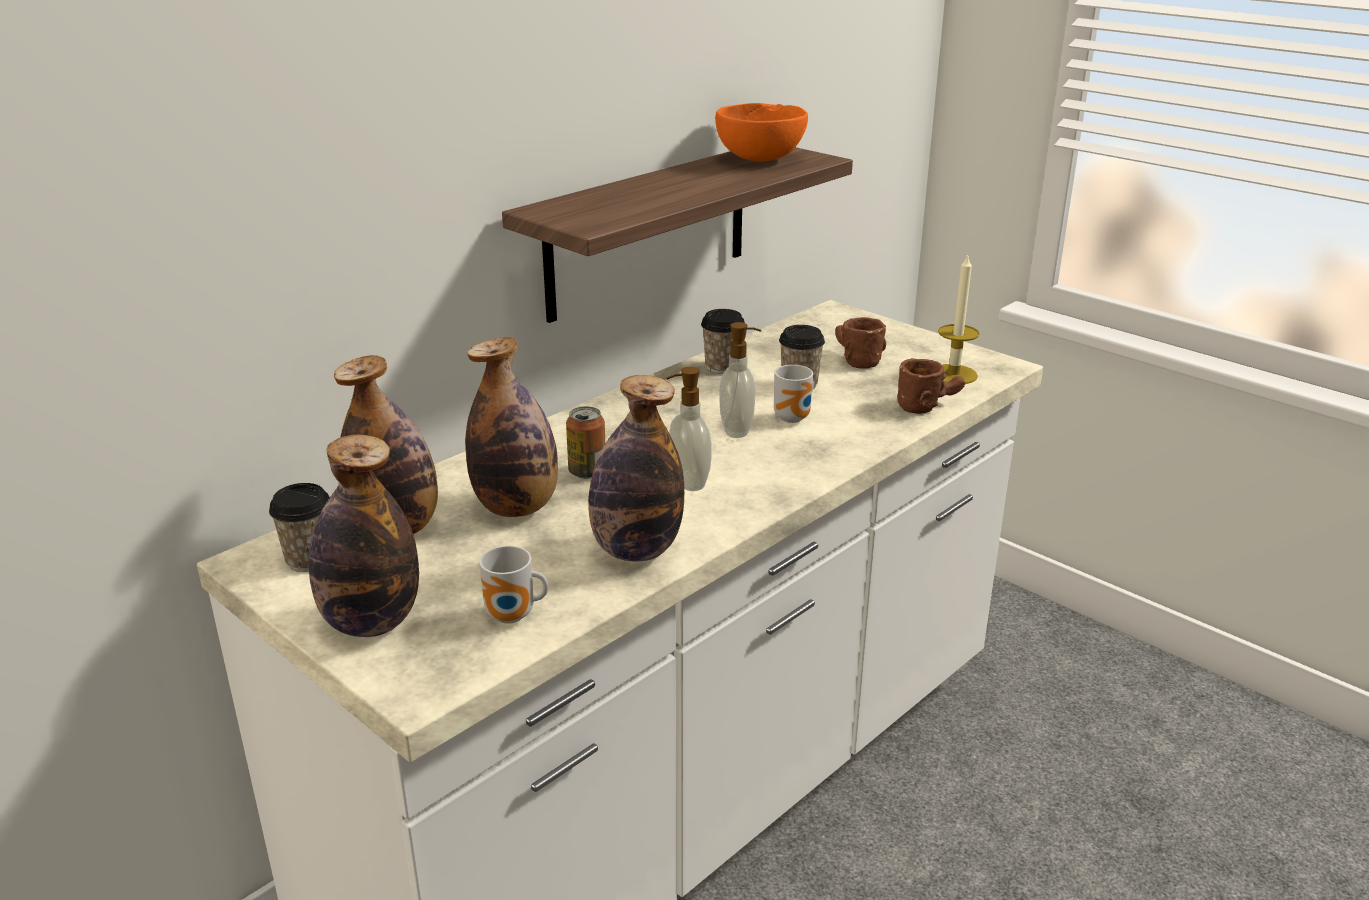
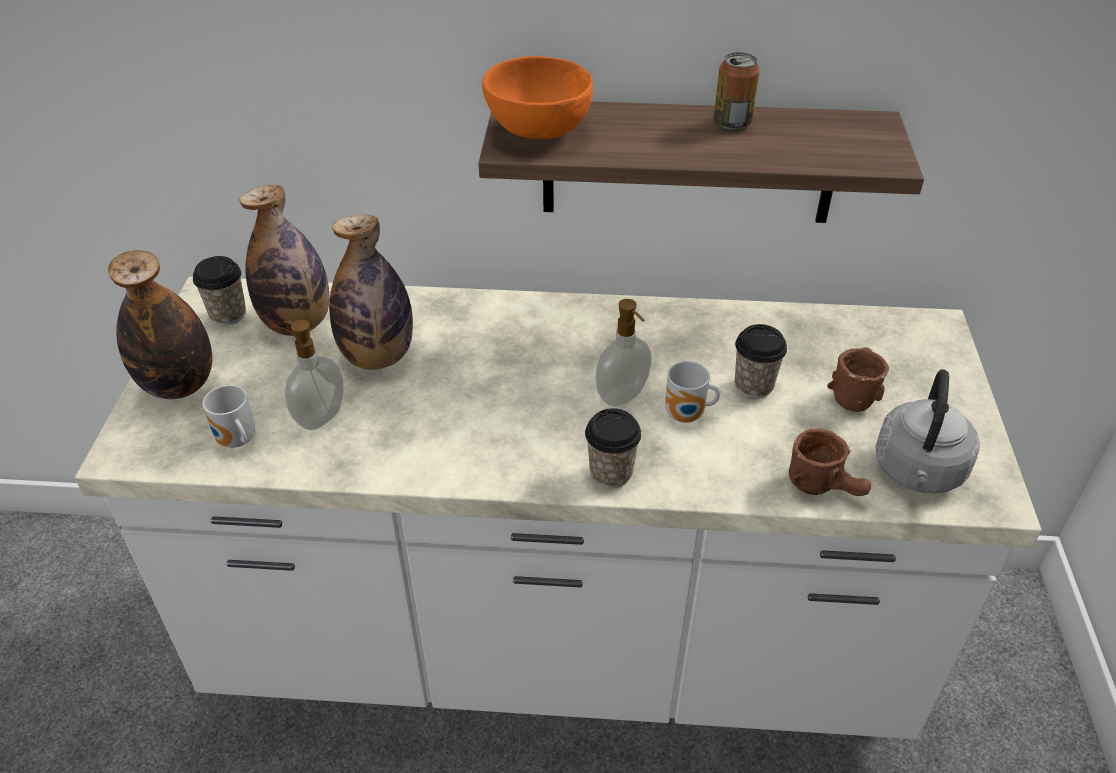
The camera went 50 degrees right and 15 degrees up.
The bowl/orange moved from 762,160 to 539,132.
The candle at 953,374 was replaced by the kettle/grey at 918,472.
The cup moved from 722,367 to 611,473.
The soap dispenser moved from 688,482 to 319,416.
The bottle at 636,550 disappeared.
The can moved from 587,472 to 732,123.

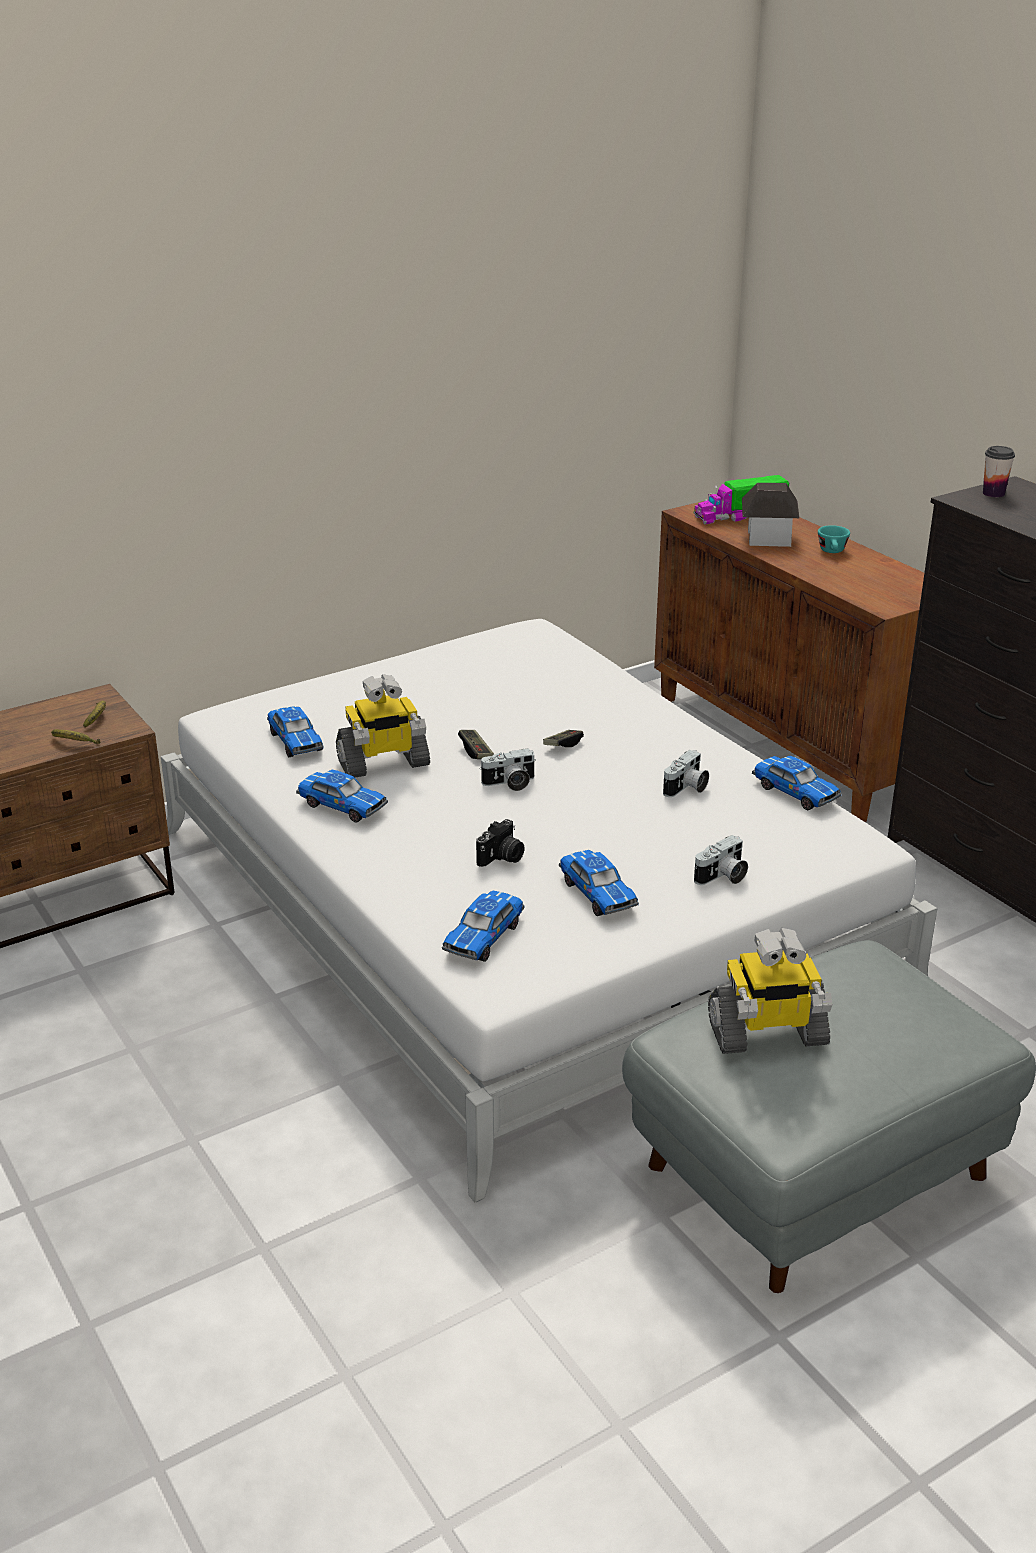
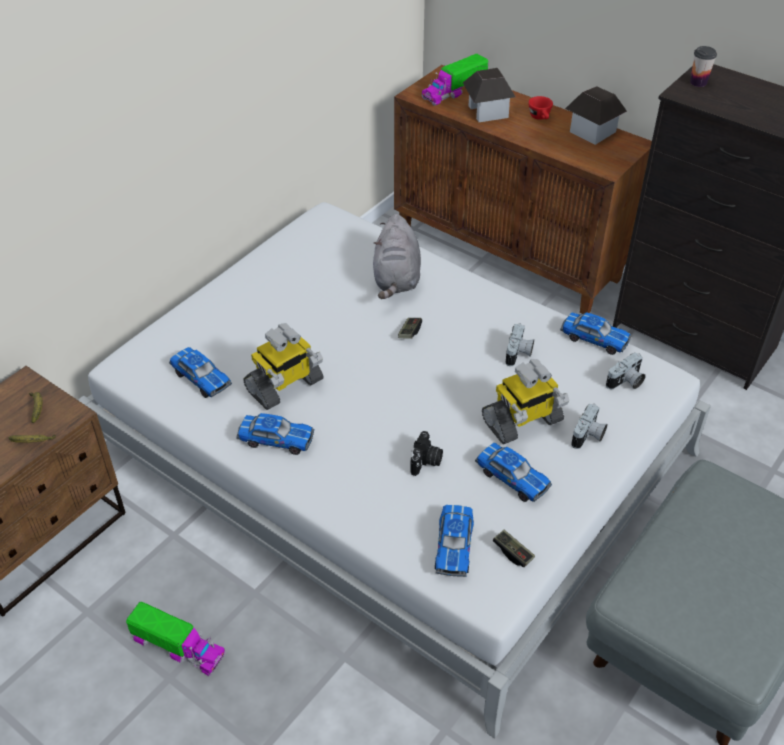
The camera went 20 degrees left and 15 degrees up.
The cup/turquoise at 832,552 became the cup/red at 540,118.
The game controller moved from 475,751 to 513,552.
The photo camera moved from 510,784 to 626,382.
The toy robot moved from 767,1034 to 522,422.
The toy house at 592,131 appeared.
The plush toy/grey at 396,279 appeared.
The toy truck at 178,646 appeared.

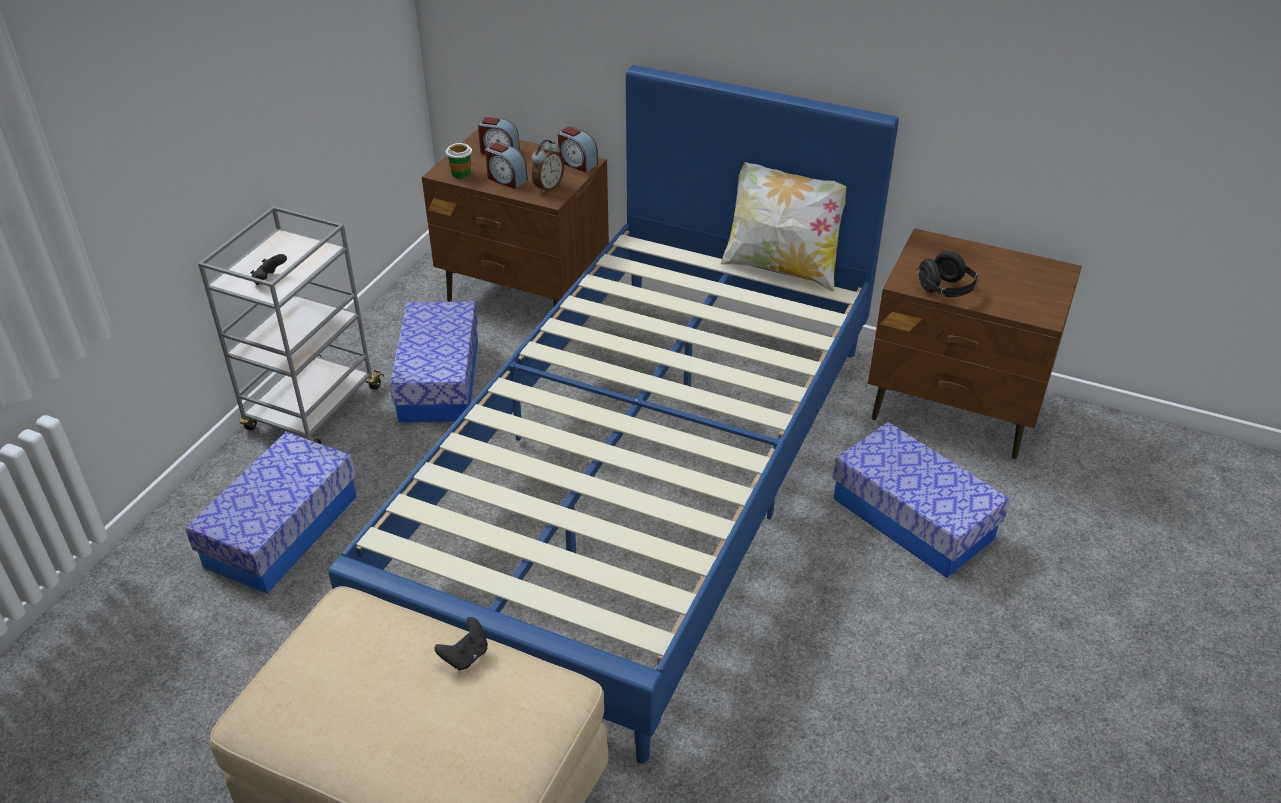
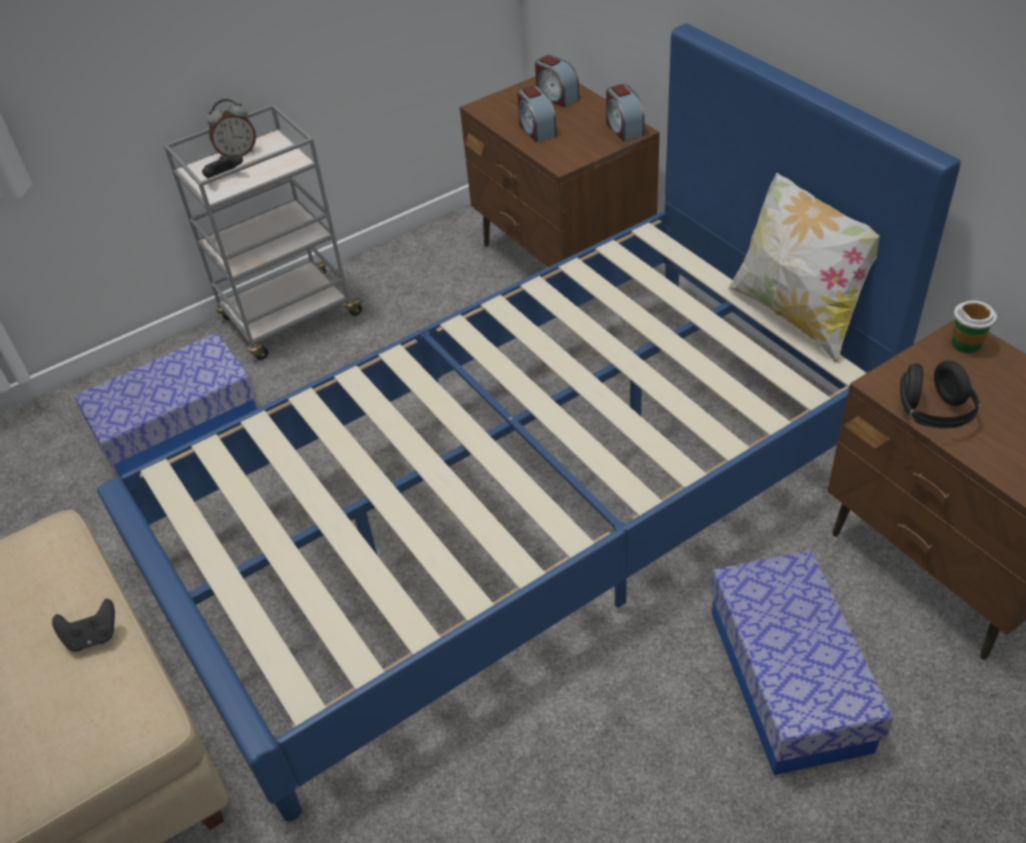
The camera went 35 degrees right and 5 degrees up.
The alarm clock moved from 548,187 to 237,154.
The cup moved from 461,173 to 966,344.
The storage box at 440,380 disappeared.

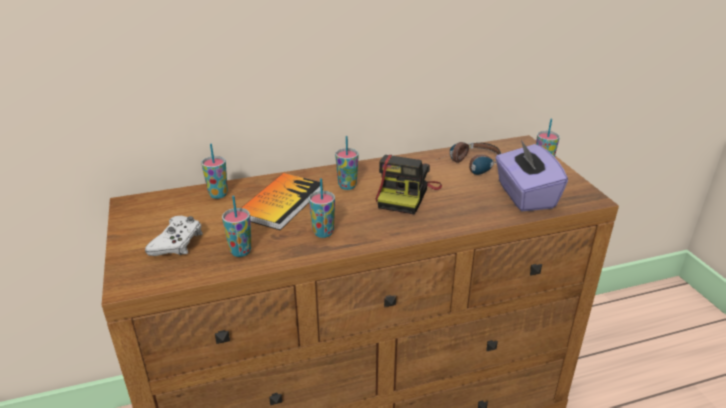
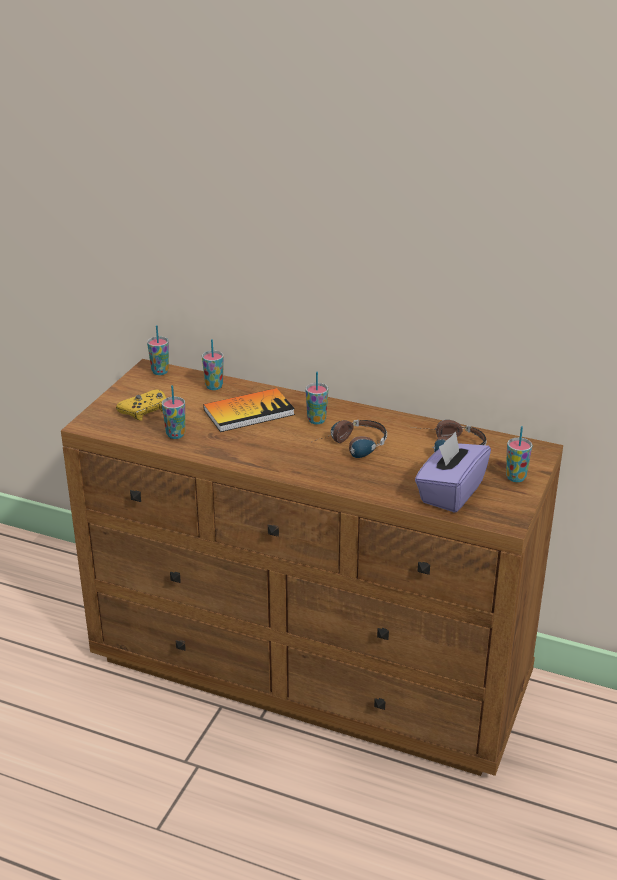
The camera went 40 degrees right and 0 degrees up.
The photo camera at 406,195 was replaced by the headphones at 351,448.
The cup moved from 323,233 to 160,372.
The game controller/white at 177,242 became the game controller/yellow at 145,410.

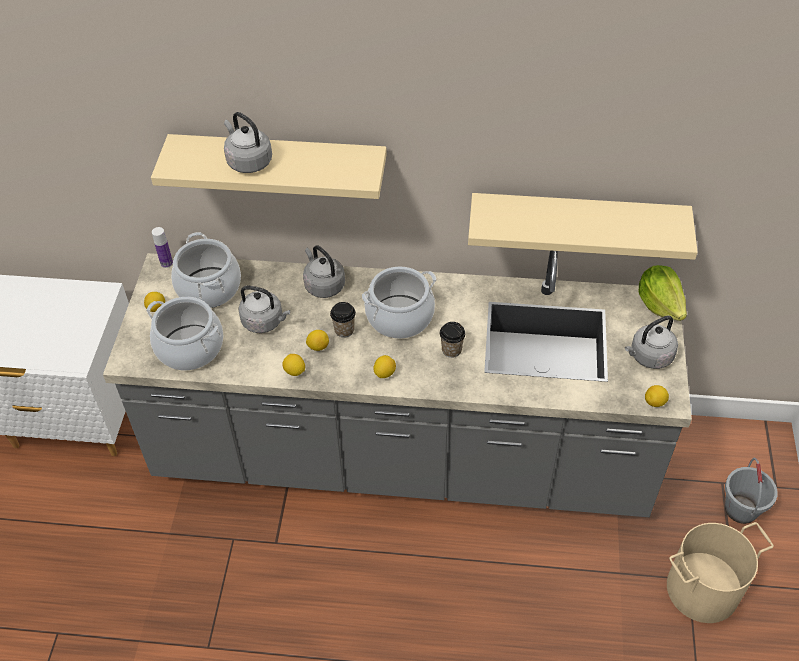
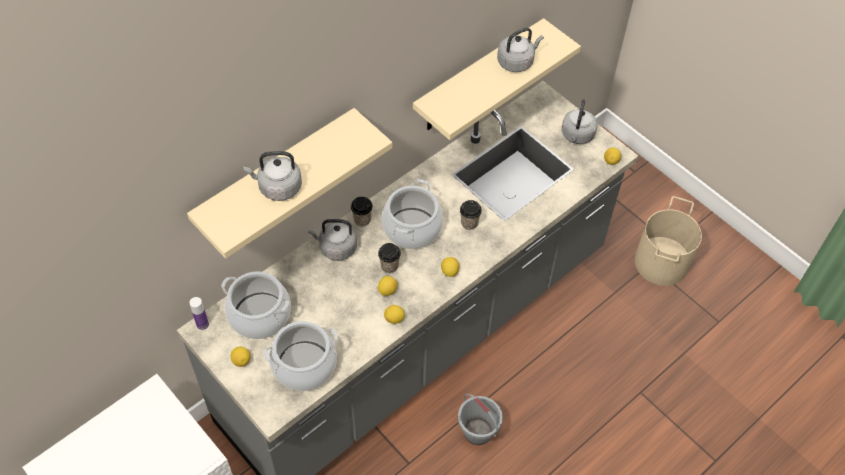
The camera went 50 degrees left and 5 degrees up.
The lettuce at 660,304 disappeared.
The kettle/grey moved from 265,322 to 517,62.
The bucket/grey moved from 740,509 to 477,431.
The cup at 362,219 appeared.

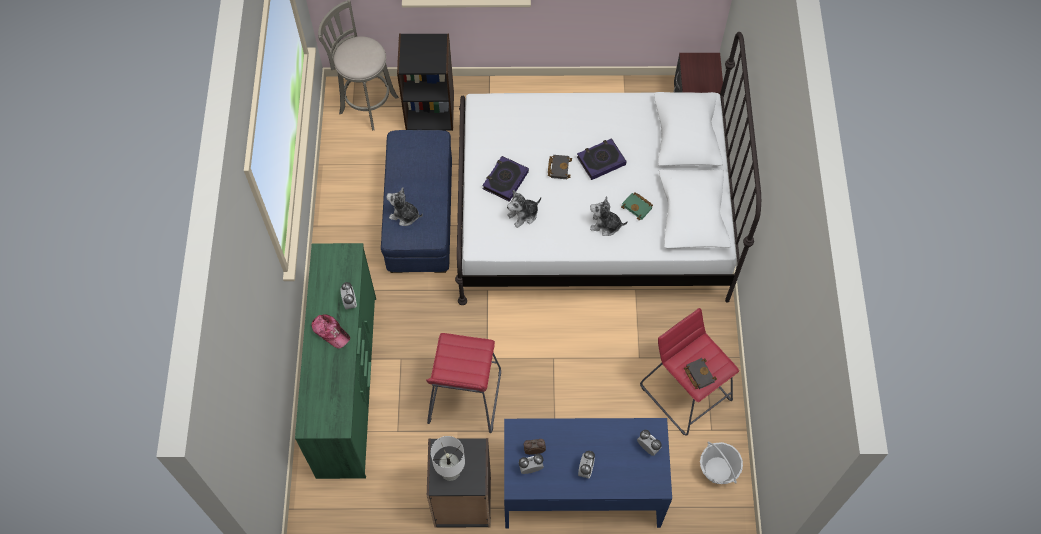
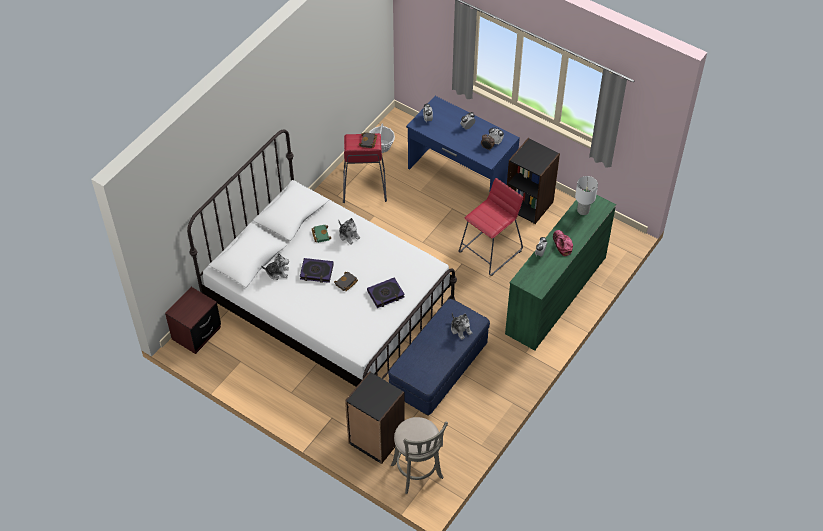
The camera went 145 degrees left and 10 degrees down.
The plush toy moved from 523,215 to 277,272.
The table lamp/white moved from 450,472 to 583,210.

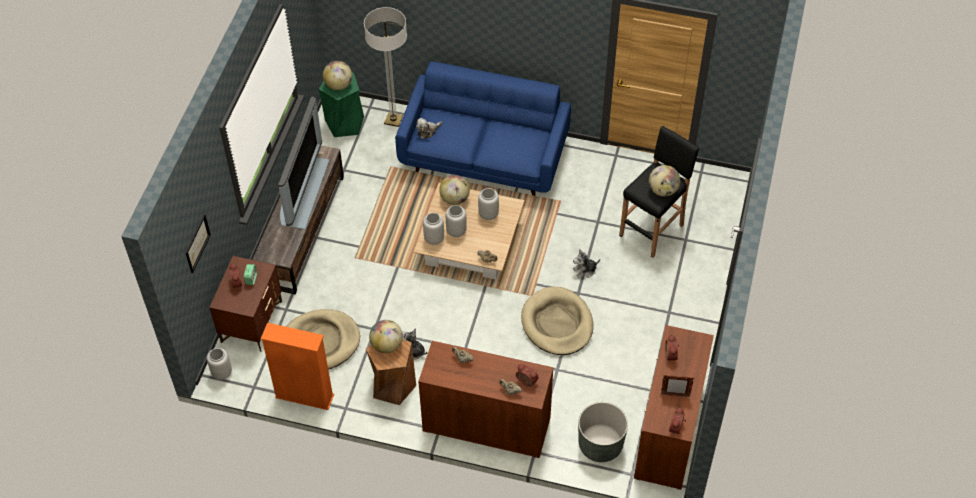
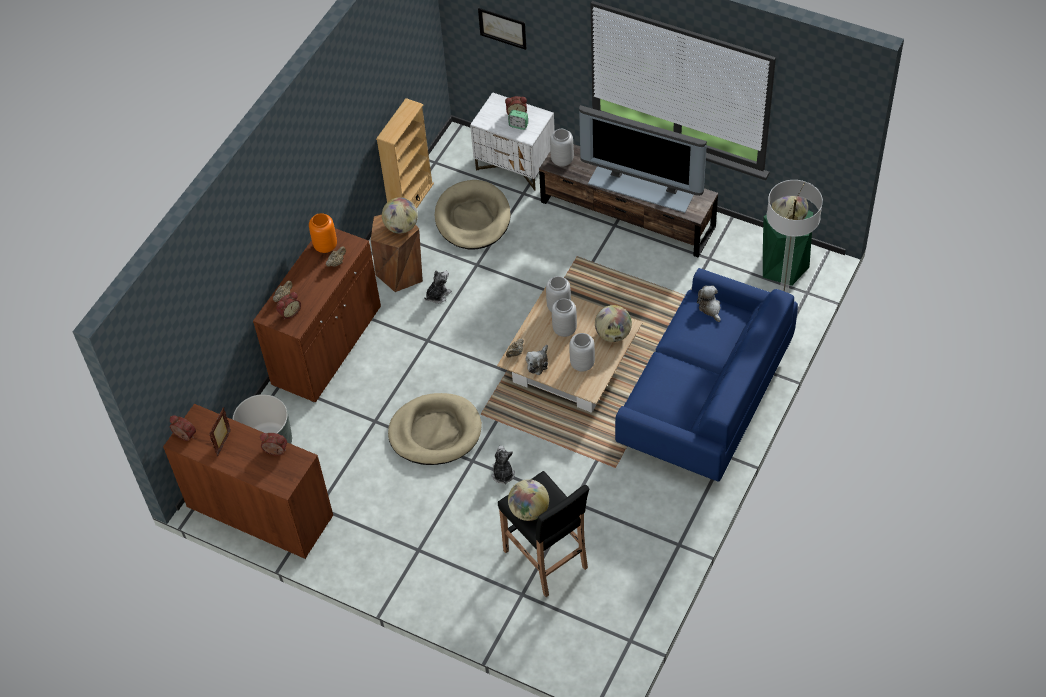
The camera went 105 degrees right and 0 degrees up.
The nightstand/brown at 251,321 became the nightstand/white at 516,165.
The bookcase/orange at 304,396 became the bookcase/beige at 411,200.
The vase/grey moved from 221,373 to 562,160.
The vase/orange at 325,246 appeared.
The plush toy at 538,363 appeared.

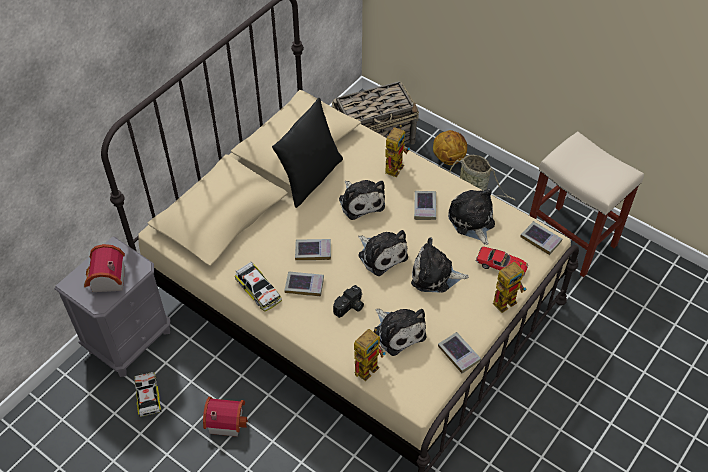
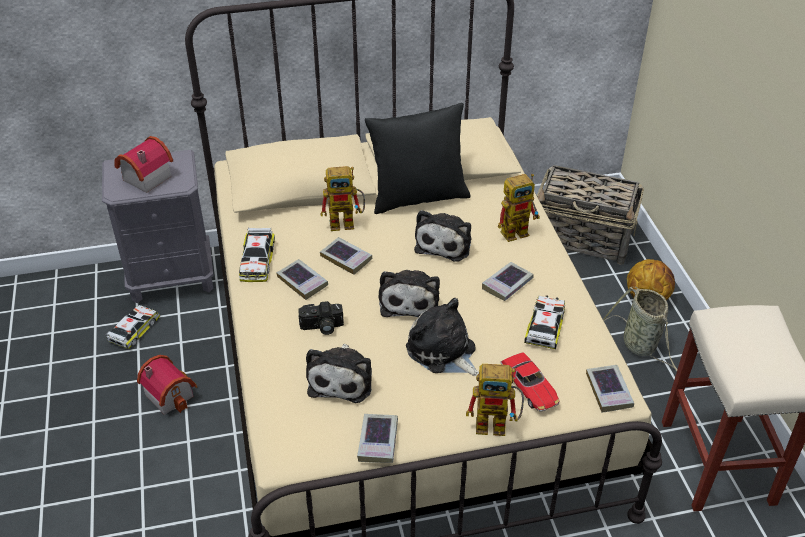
The camera went 40 degrees right and 10 degrees down.
The plush toy at 472,221 was replaced by the toy car at 545,326.
The toy robot moved from 368,365 to 347,222.

